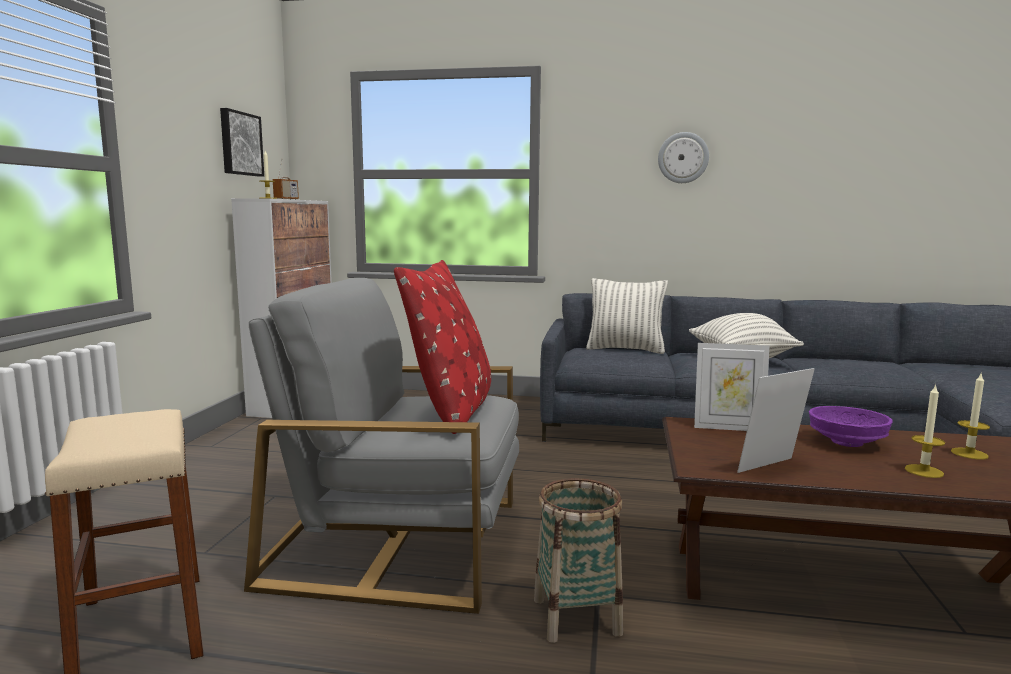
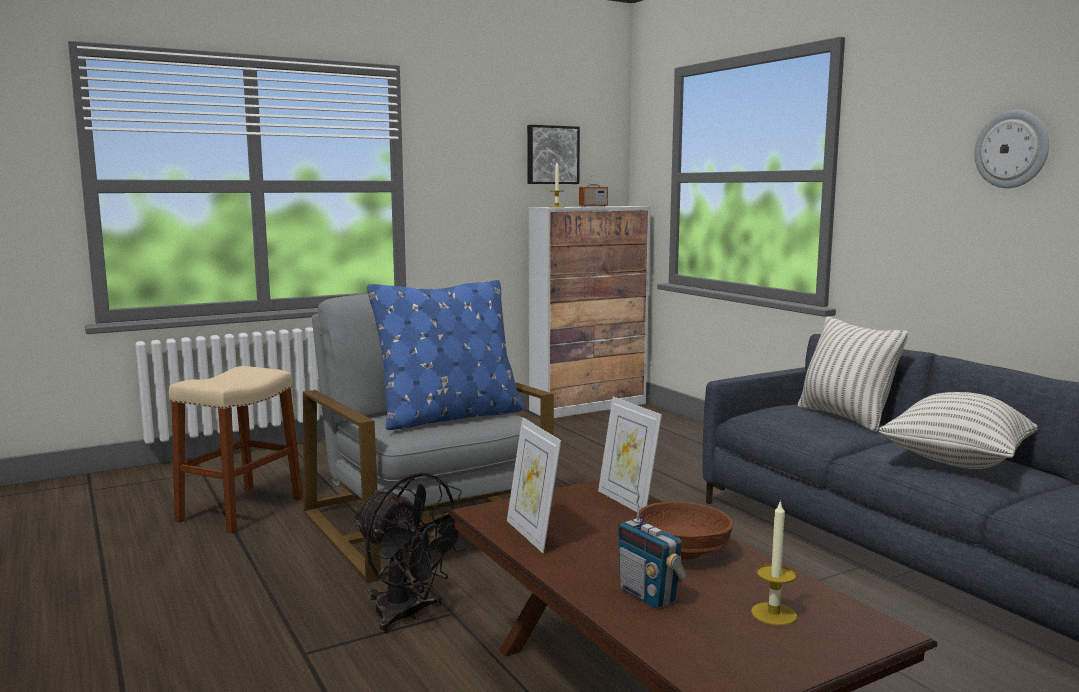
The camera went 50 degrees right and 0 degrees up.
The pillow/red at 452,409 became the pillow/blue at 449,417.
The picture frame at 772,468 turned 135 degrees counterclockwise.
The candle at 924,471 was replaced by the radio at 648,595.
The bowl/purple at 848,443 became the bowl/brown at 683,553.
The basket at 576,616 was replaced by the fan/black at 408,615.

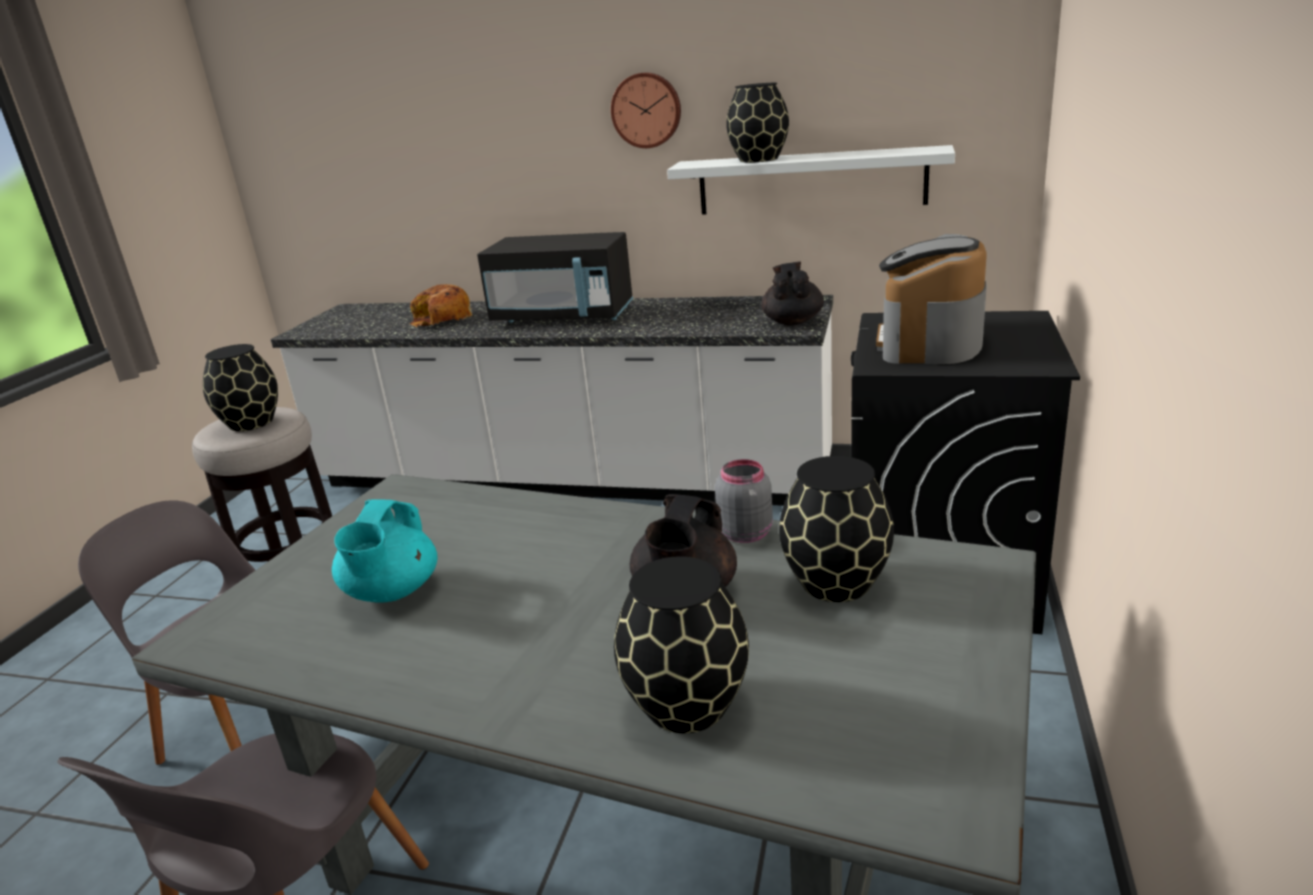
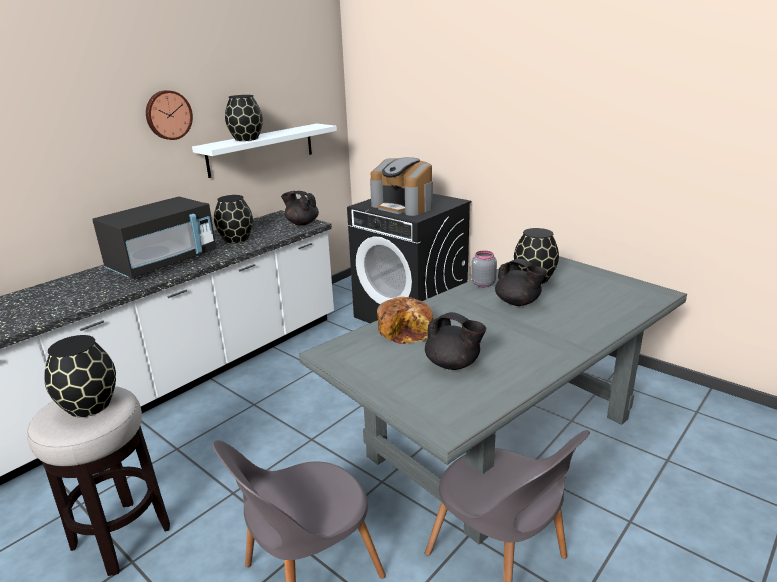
The camera went 65 degrees left and 0 degrees up.
The bread moved from 440,319 to 406,330.
The teapot/turquoise at 391,592 became the teapot/black at 453,364.
The vase/black moved from 687,704 to 236,239.

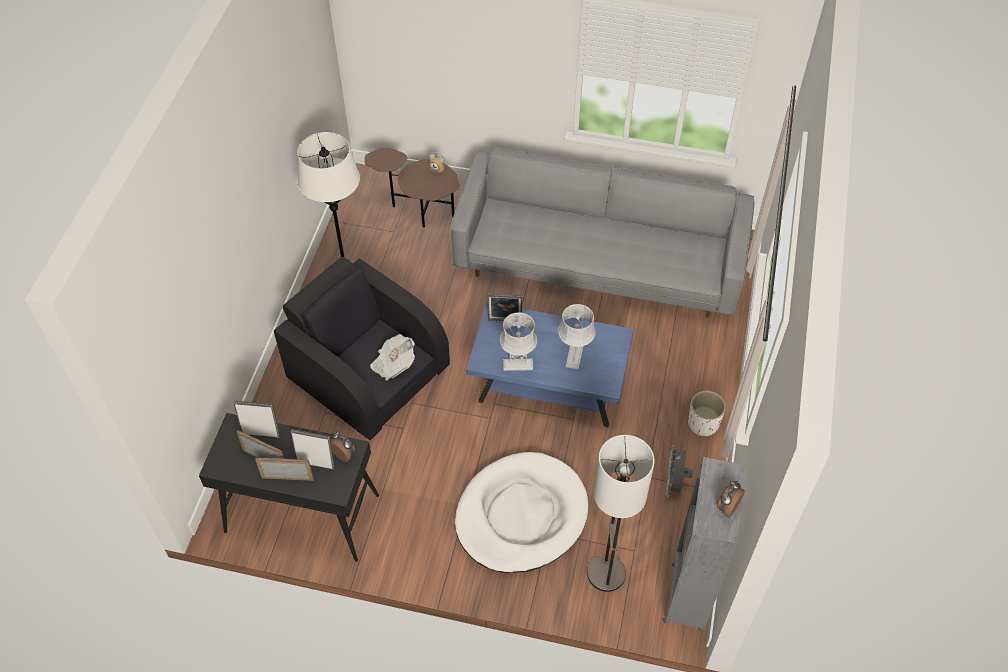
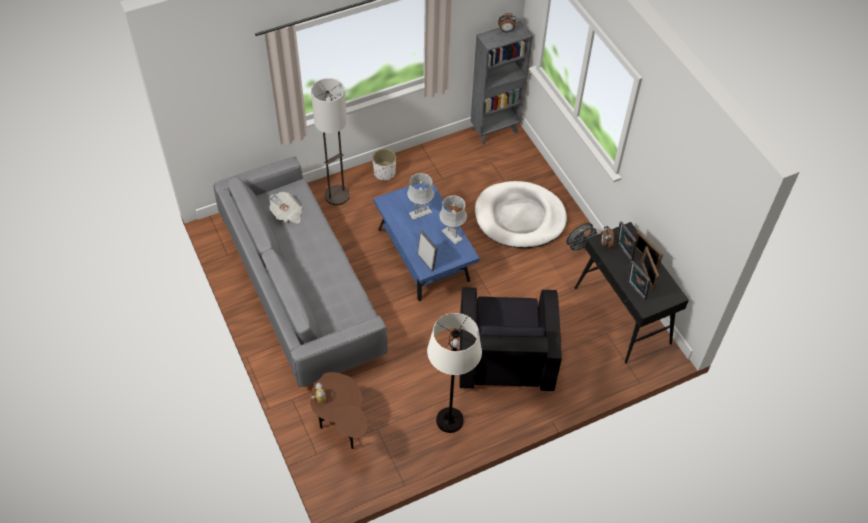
The camera went 130 degrees left and 0 degrees up.
The newspaper moved from 393,364 to 287,214.
The floor lamp moved from 606,573 to 337,195.
The fan/grey moved from 674,484 to 579,247.

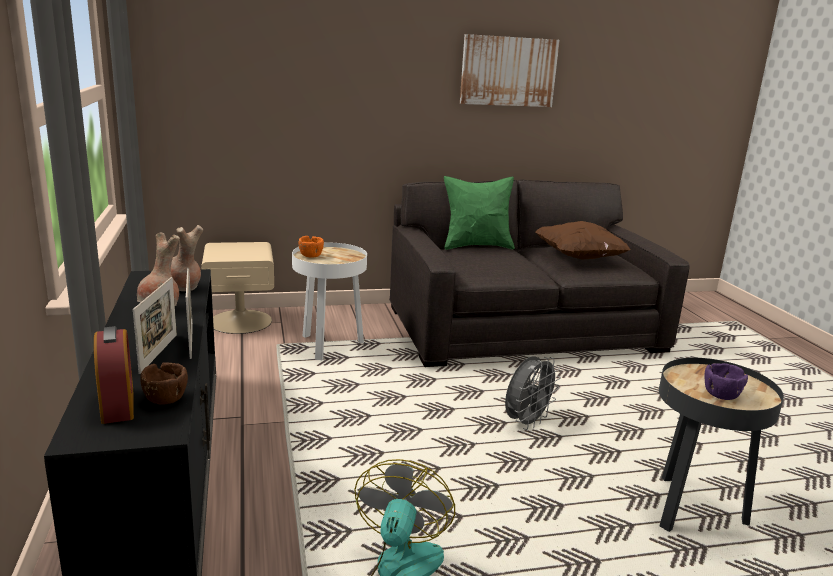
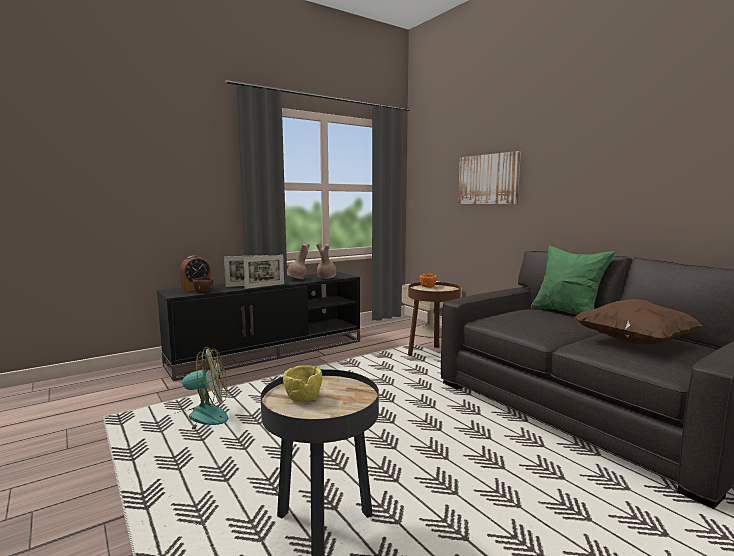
The camera went 70 degrees right and 10 degrees down.
The picture moved from 508,71 to 488,179.
The side table/white at 329,346 became the side table/brown at 432,354.
The fan/grey at 526,422 disappeared.
The bowl/purple at 721,394 became the bowl/yellow at 303,397.

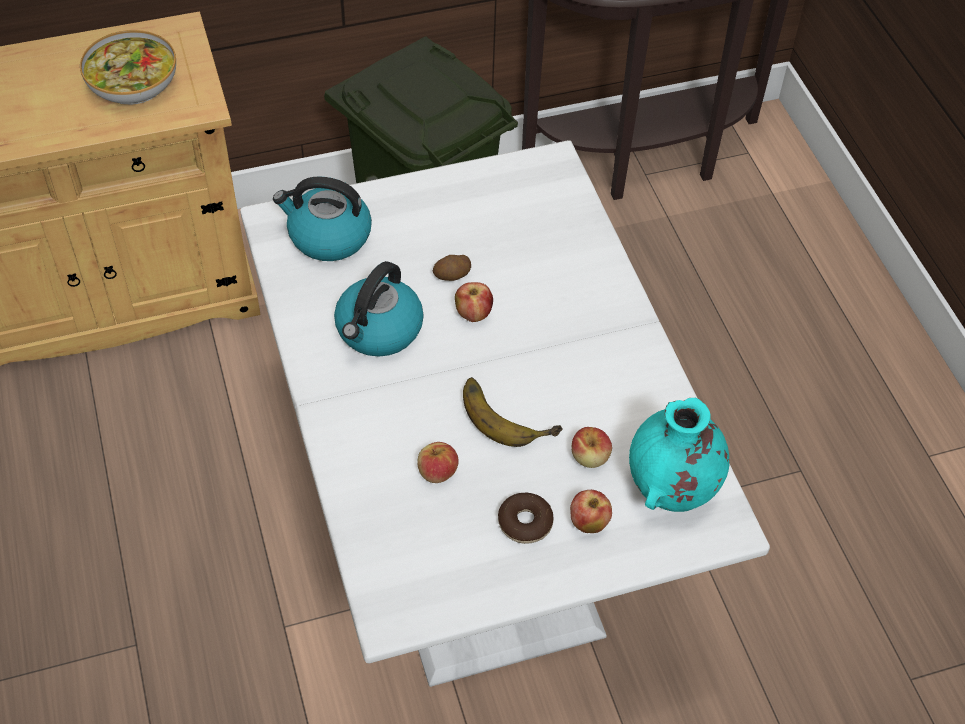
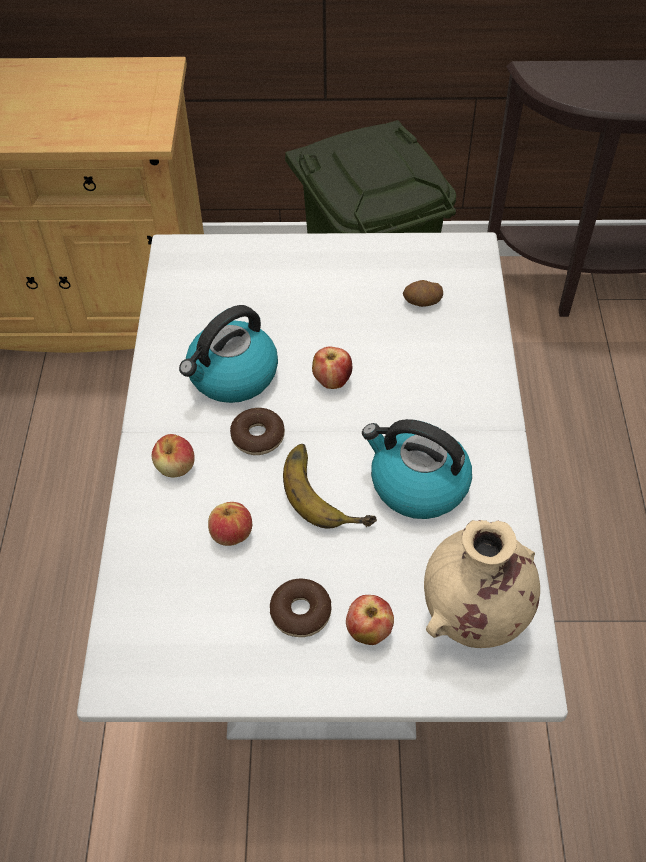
The camera went 20 degrees right and 0 degrees up.
The bowl at 133,84 disappeared.
The kettle moved from 328,236 to 417,484.
The potato moved from 452,275 to 422,302.
The vase/turquoise at 671,491 became the vase/beige at 473,619.
The apple moved from 590,457 to 175,467.
The donut at 258,437 appeared.

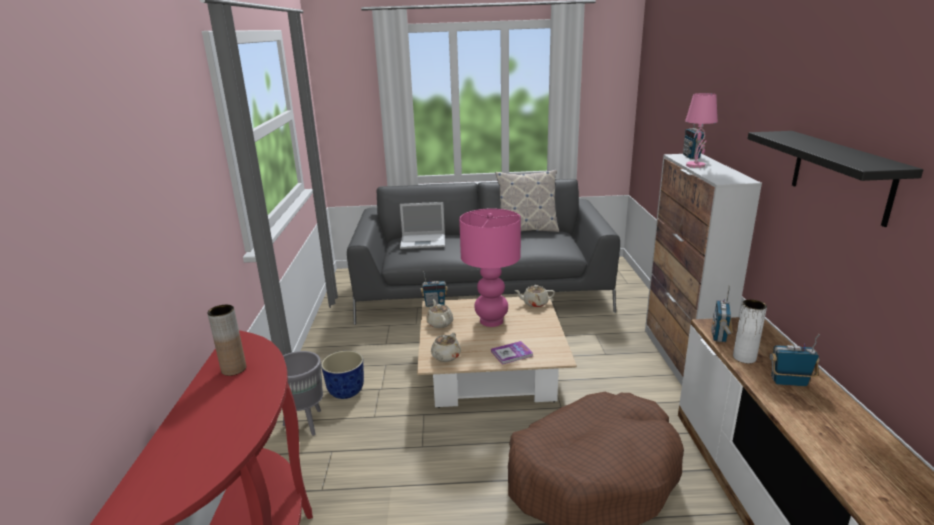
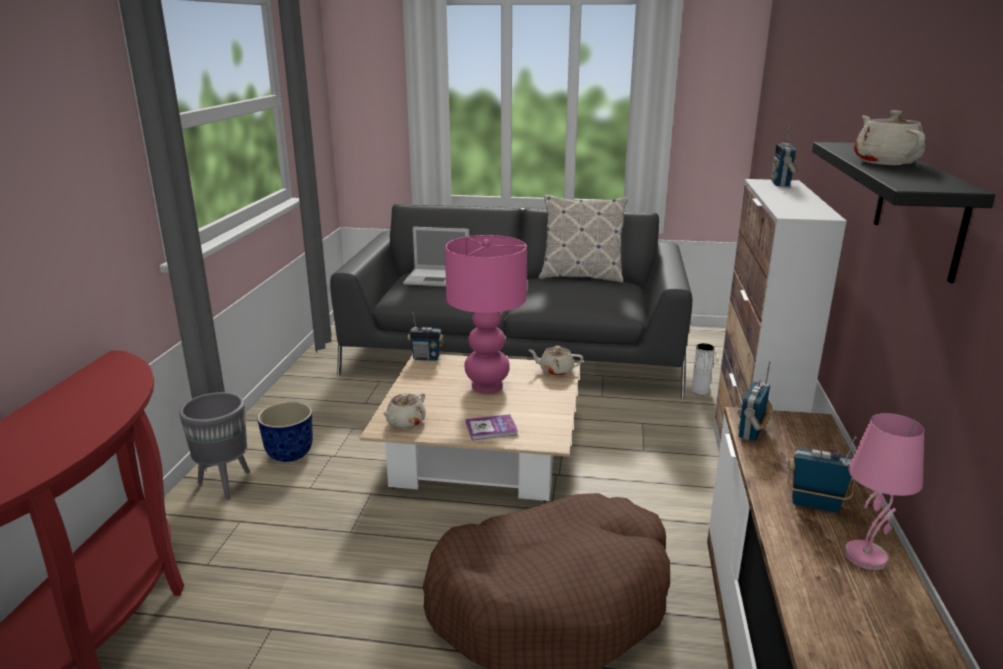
The camera went 10 degrees right and 0 degrees up.
The table lamp/pink moved from 695,165 to 865,556.
The teapot/beige moved from 439,323 to 884,162.
The vase/white moved from 744,358 to 700,391.
The vase/brown at 234,369 disappeared.

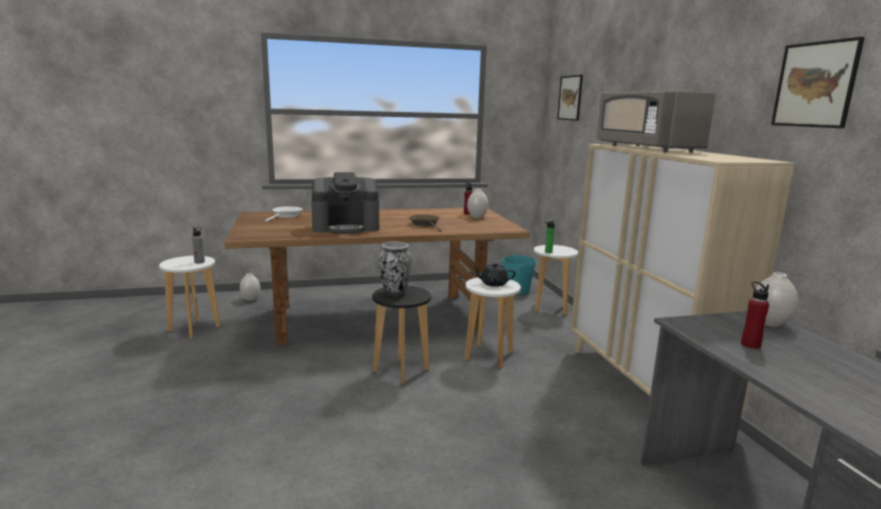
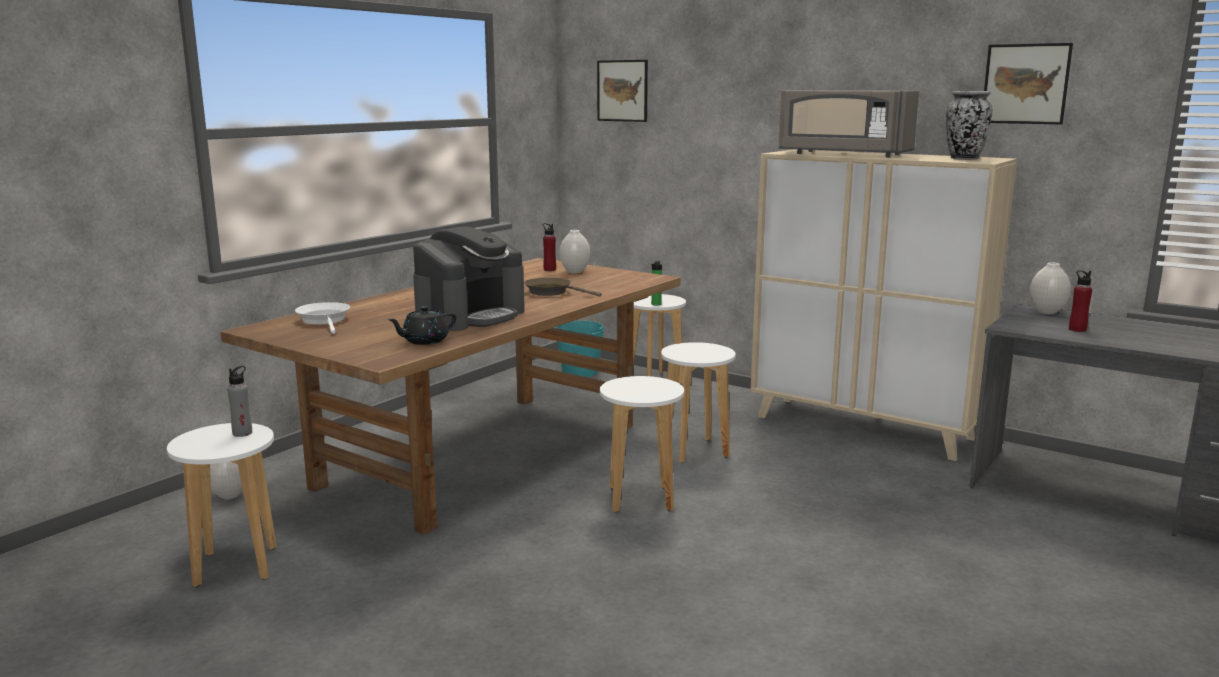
The camera went 40 degrees left and 0 degrees up.
The vase moved from 394,292 to 964,158.
The teapot/black moved from 493,283 to 424,341.
The stool/black at 401,371 became the stool/white at 641,499.

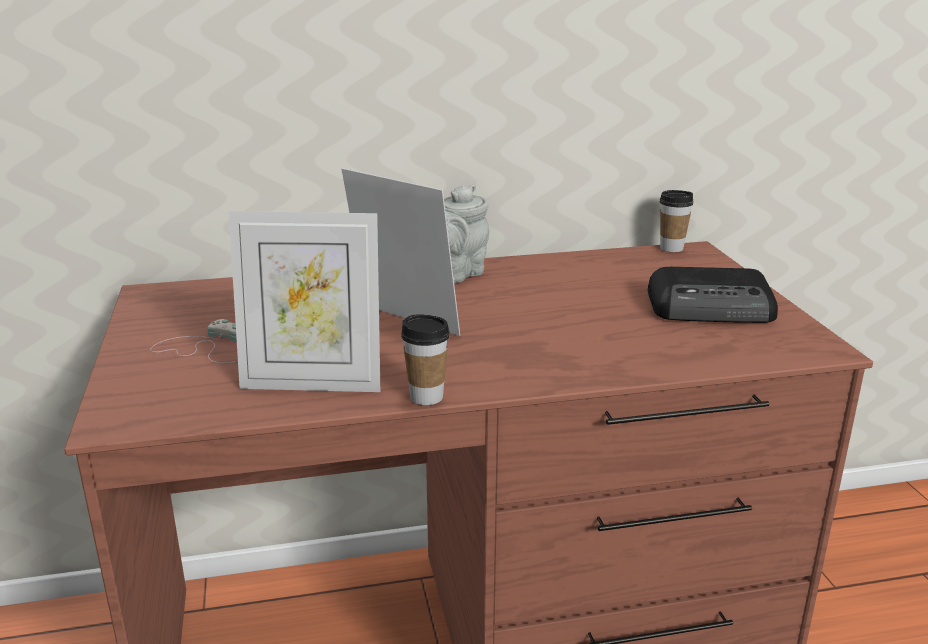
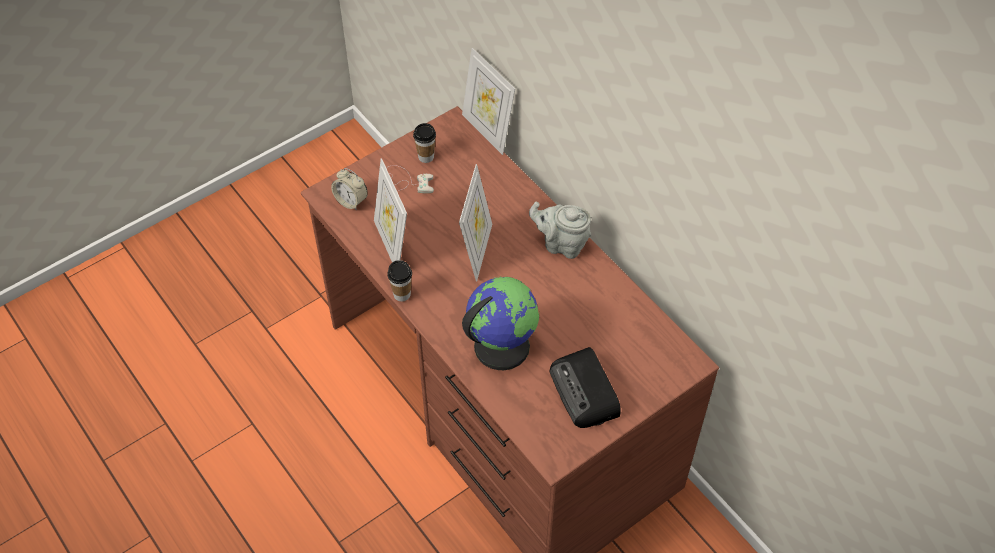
The camera went 65 degrees right and 30 degrees up.
The cup moved from 671,248 to 426,157.
The picture frame at 487,131 appeared.
The alarm clock at 351,201 appeared.
The globe at 501,345 appeared.

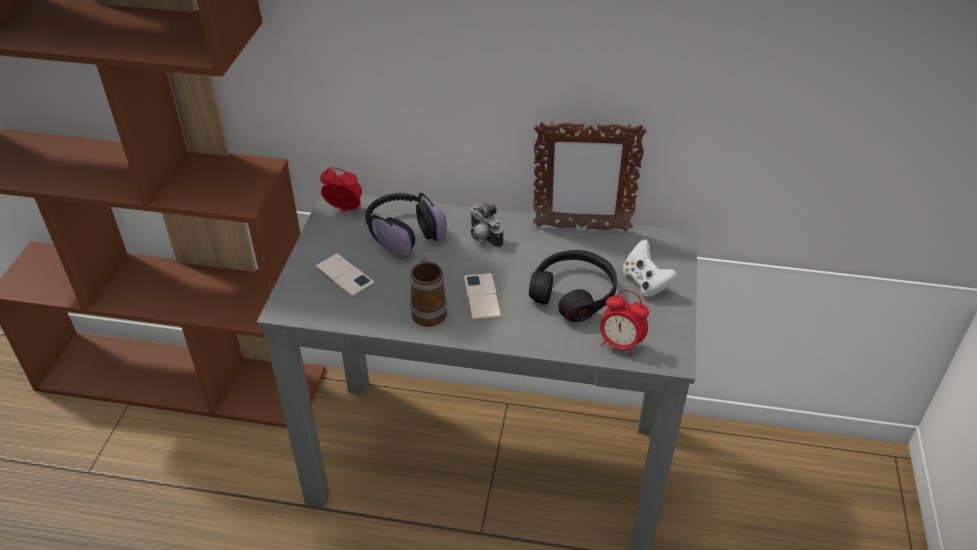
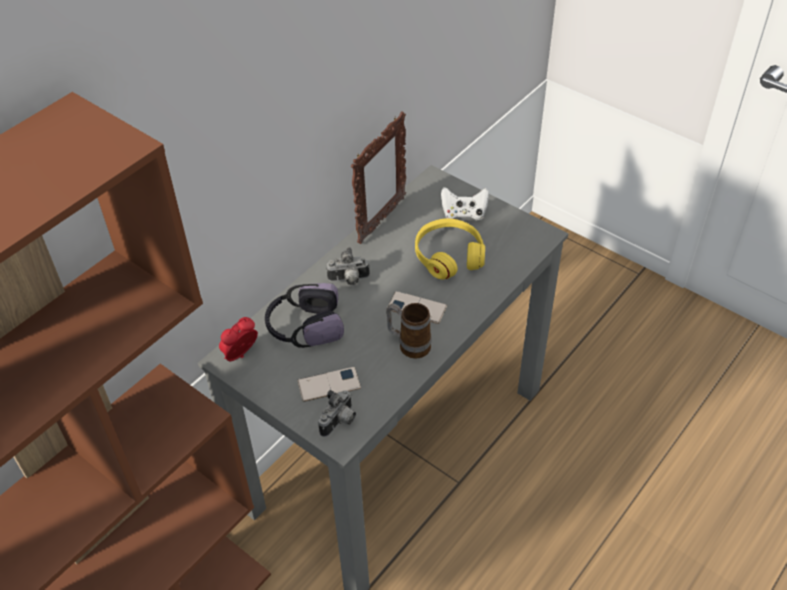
The camera went 60 degrees left and 5 degrees up.
The headphones/black at 573,293 became the headphones/yellow at 449,255.
The alarm clock at 620,344 disappeared.
The photo camera at 340,422 appeared.

